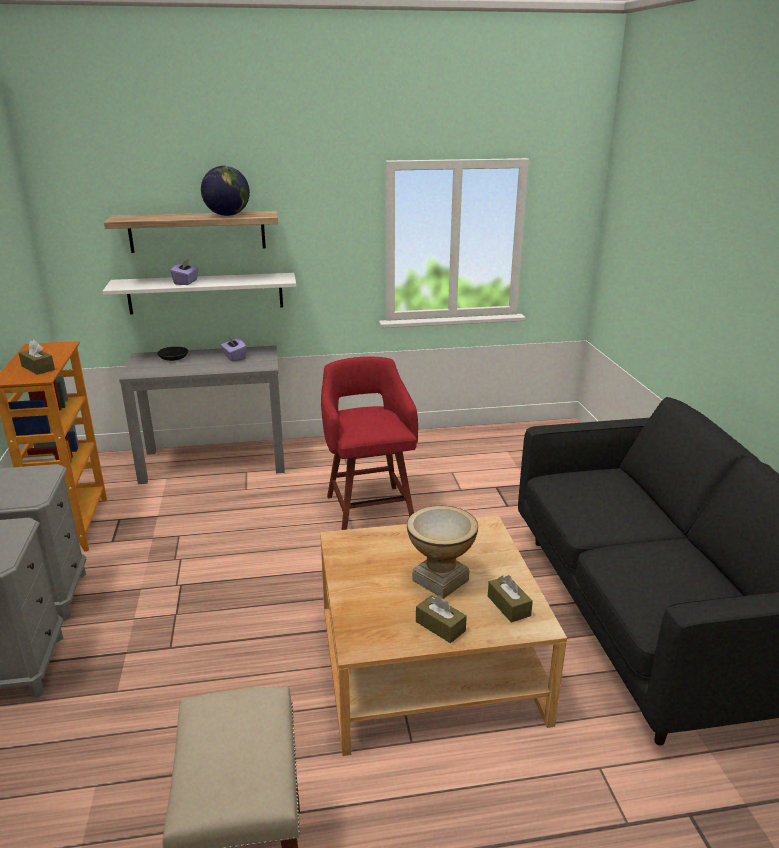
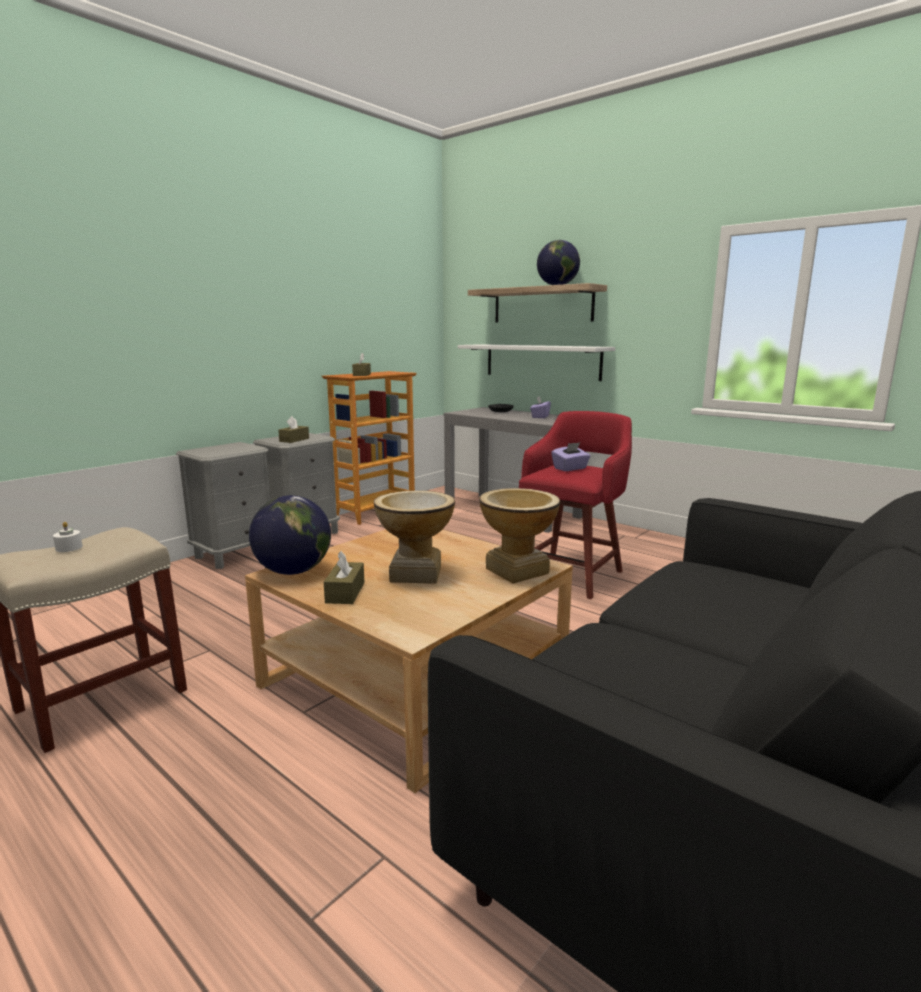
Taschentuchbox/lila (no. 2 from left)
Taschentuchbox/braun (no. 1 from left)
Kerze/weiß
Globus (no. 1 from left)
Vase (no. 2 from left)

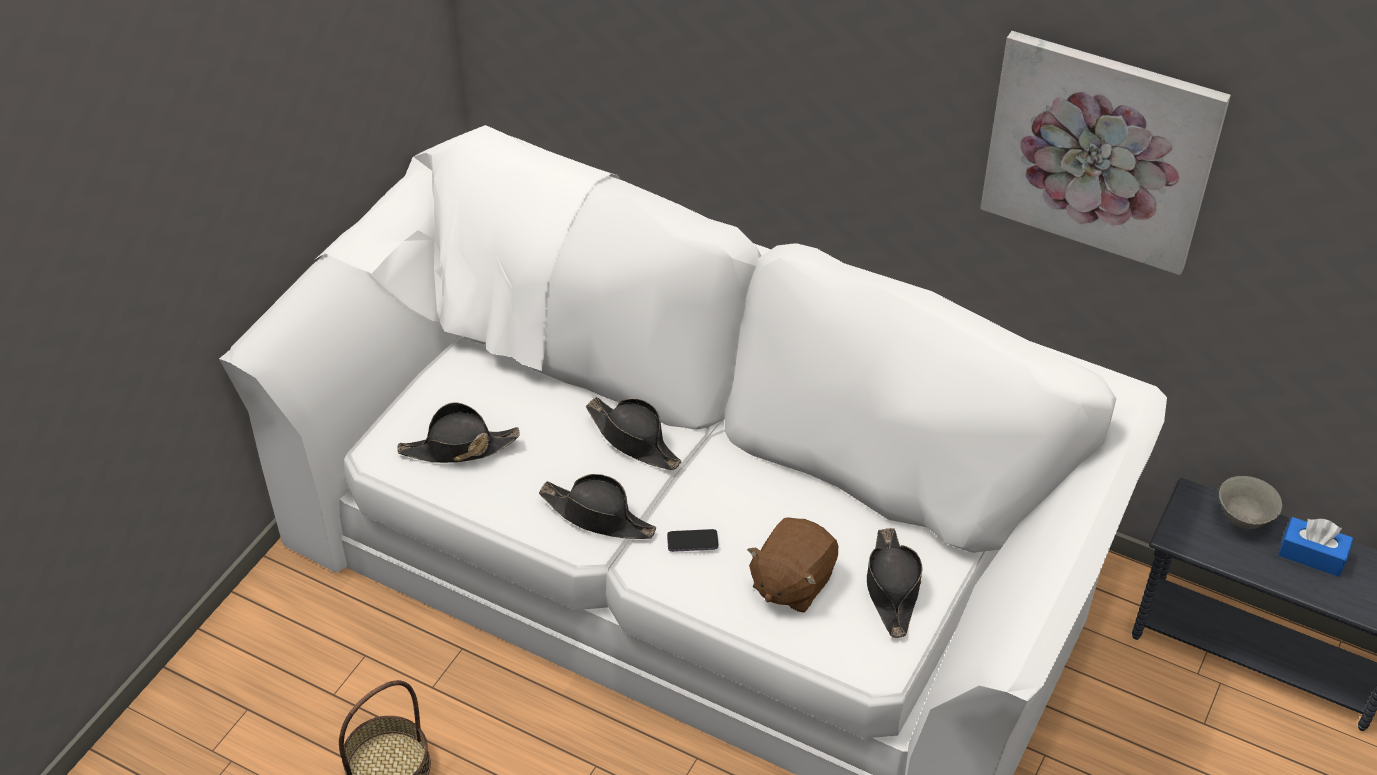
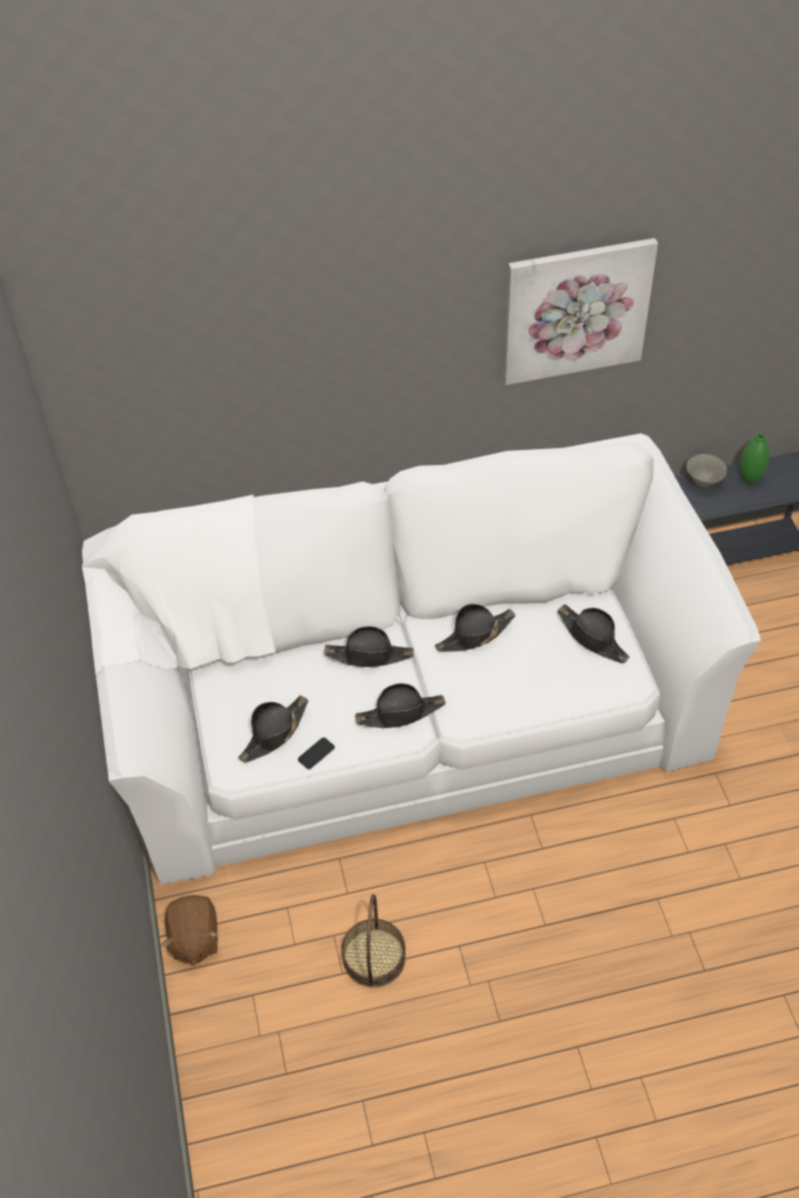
Handy
Plüschtier/braun
Vase/grün
Hut/schwarz (no. 4 from left)

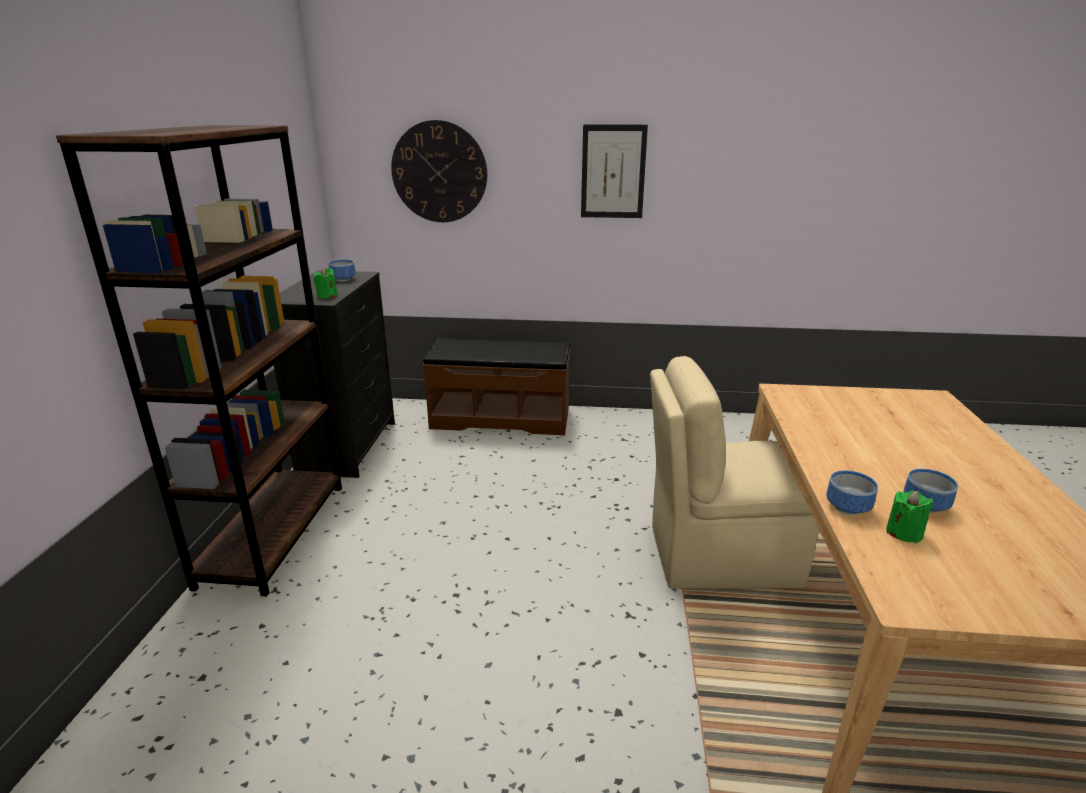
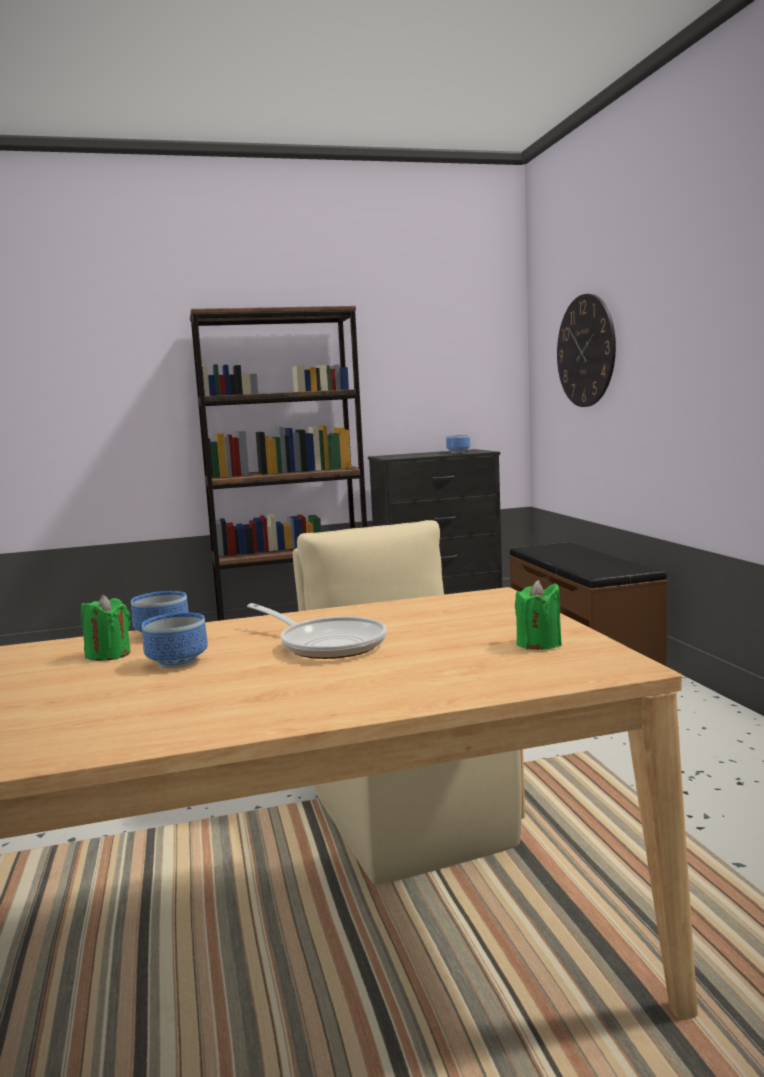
Kerze/grün (no. 2 from left)
Bild
Pfanne

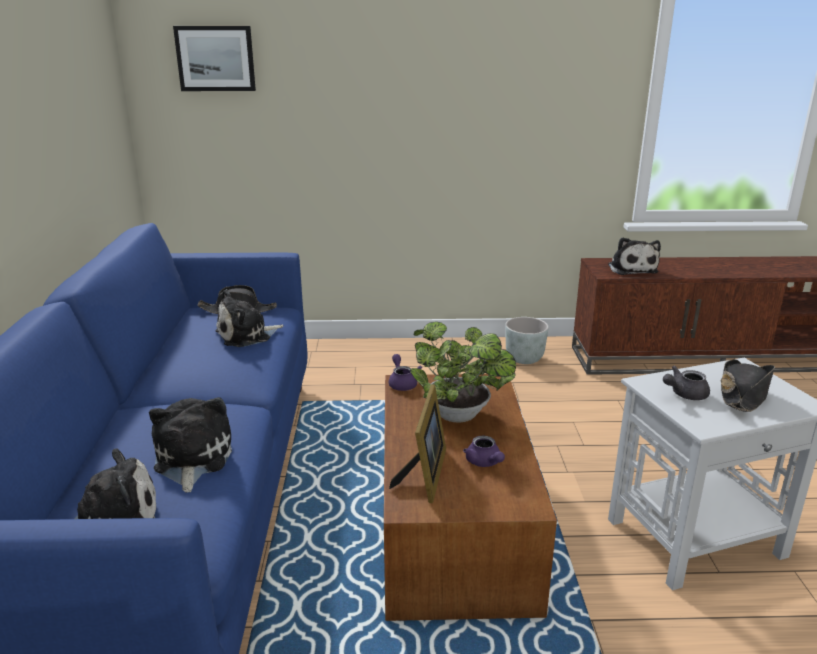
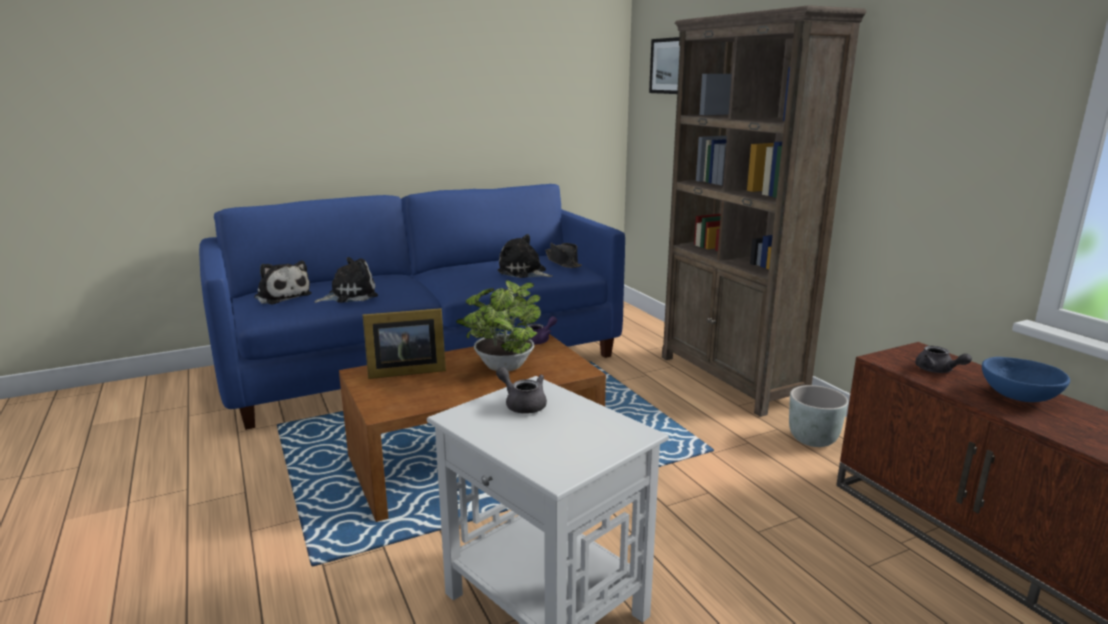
Teekanne/lila (no. 2 from left in the first image)
Teekanne/grau (no. 2 from left)
Hut/schwarz (no. 2 from left in the first image)
Bücherregal/braun
Schüssel/blau

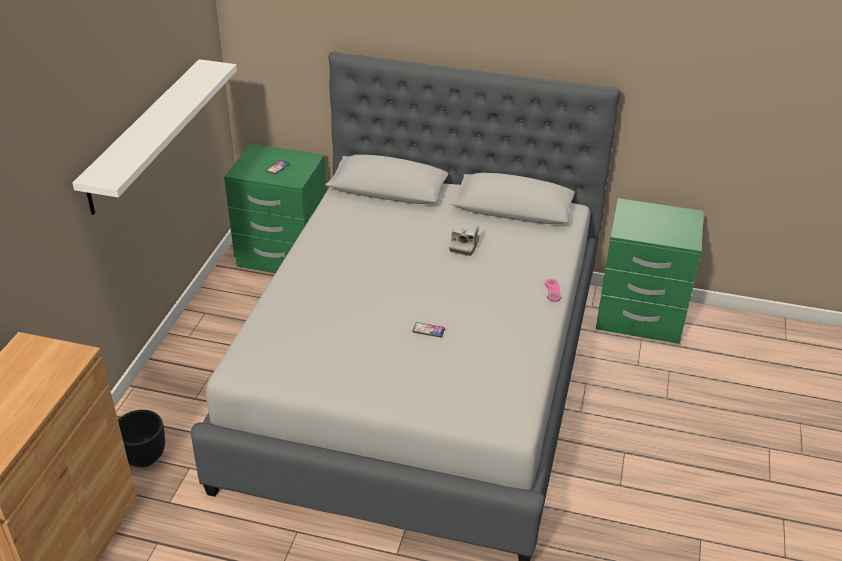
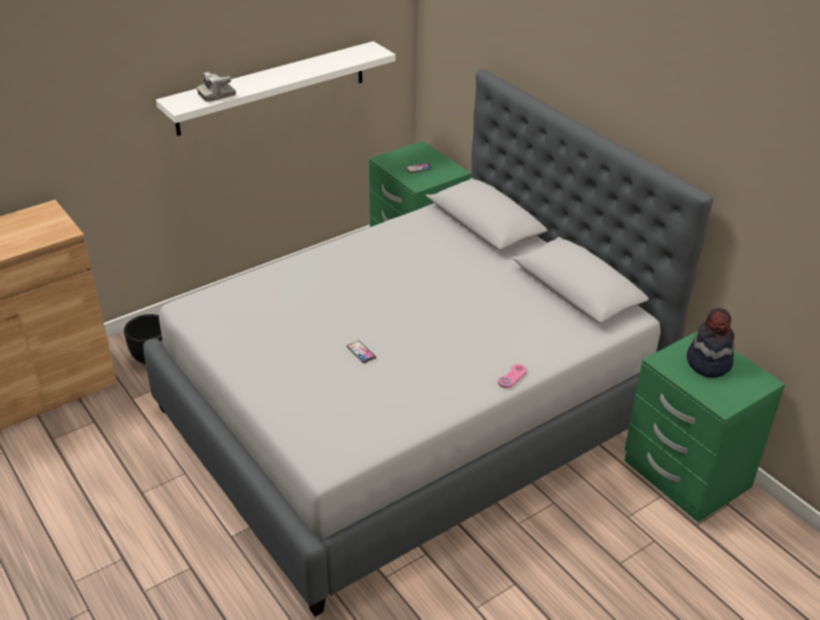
Kamera
Hut

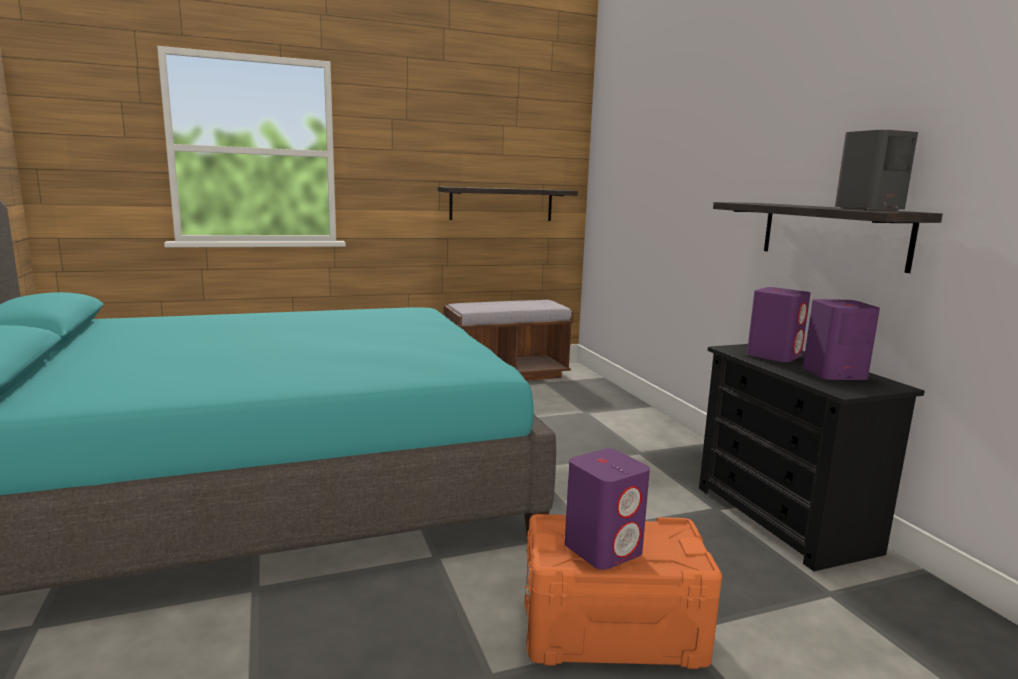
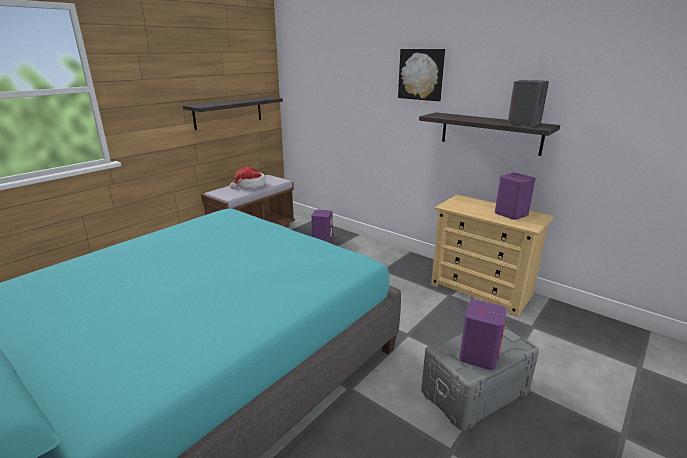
Aufbewahrungsbox/grau
Kommode/beige
Lautsprecher/lila (no. 1 from left)
Hut
Bild

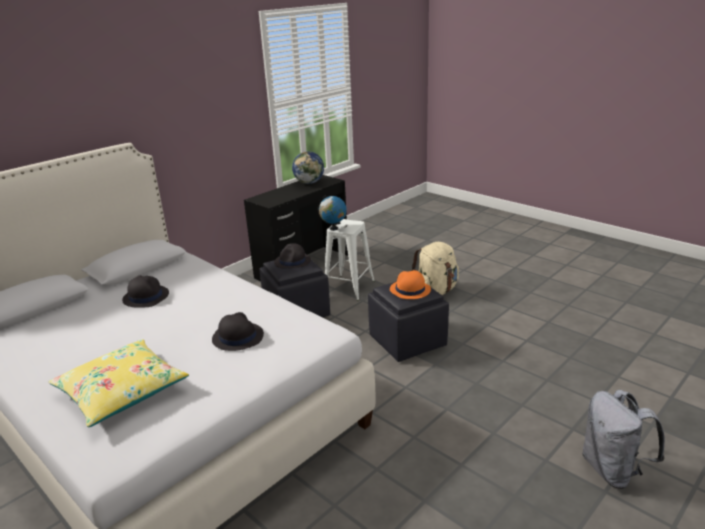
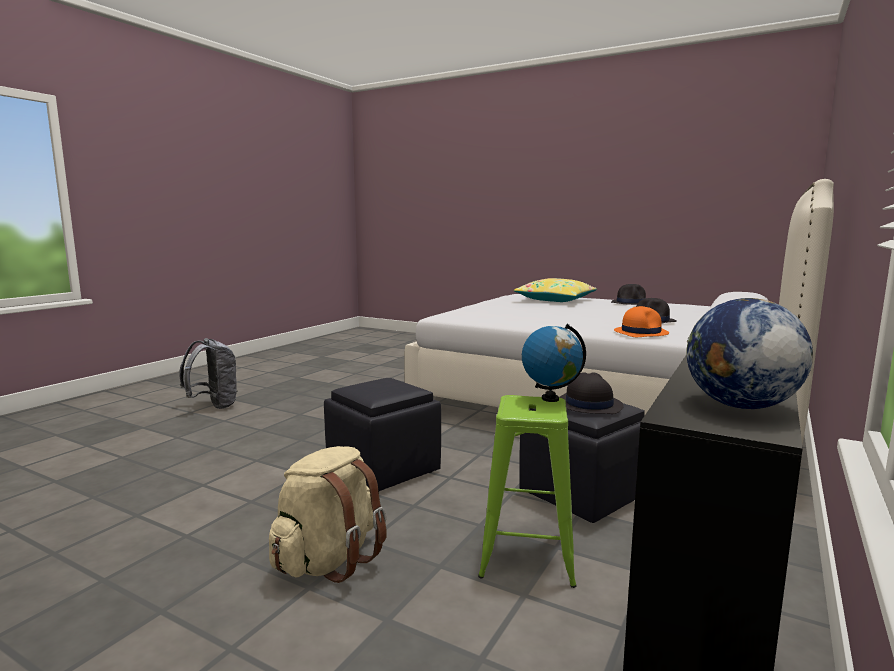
Hut/schwarz (no. 2 from left)
Hocker/grün
Hut/orange

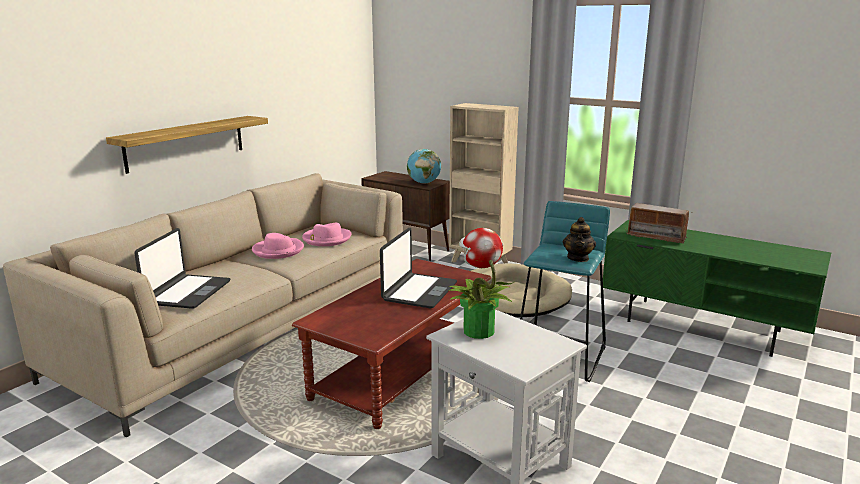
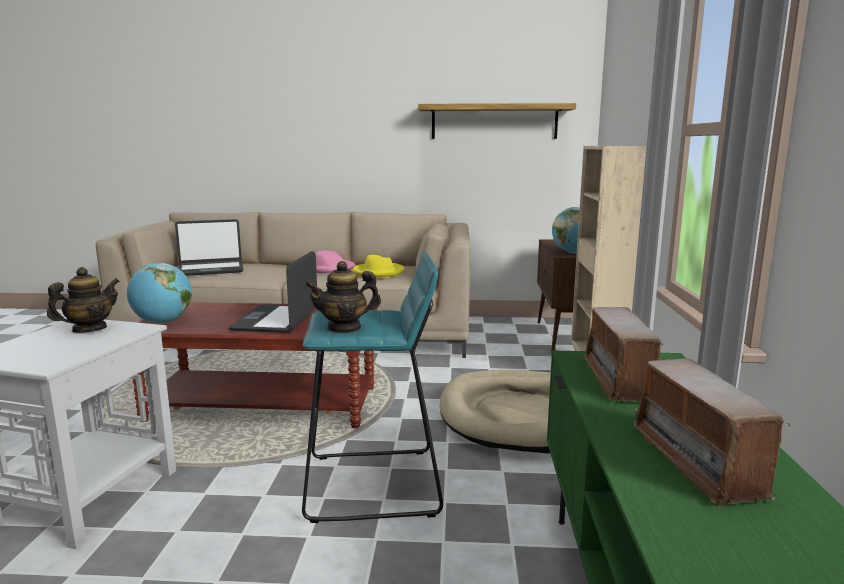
Wandregal
Hut/gelb
Laptop (no. 2 from left)
Teekanne (no. 1 from left)
Globus (no. 1 from left)
Radio (no. 2 from left)

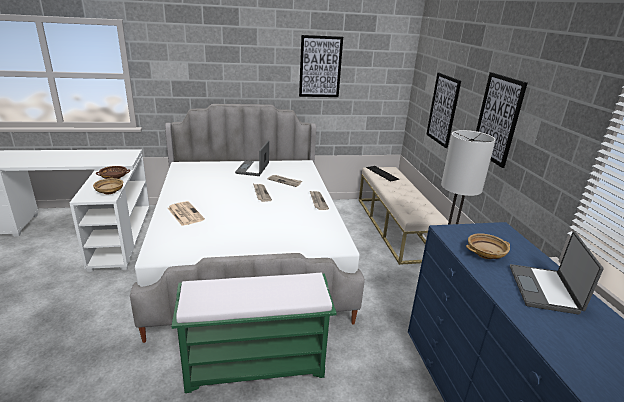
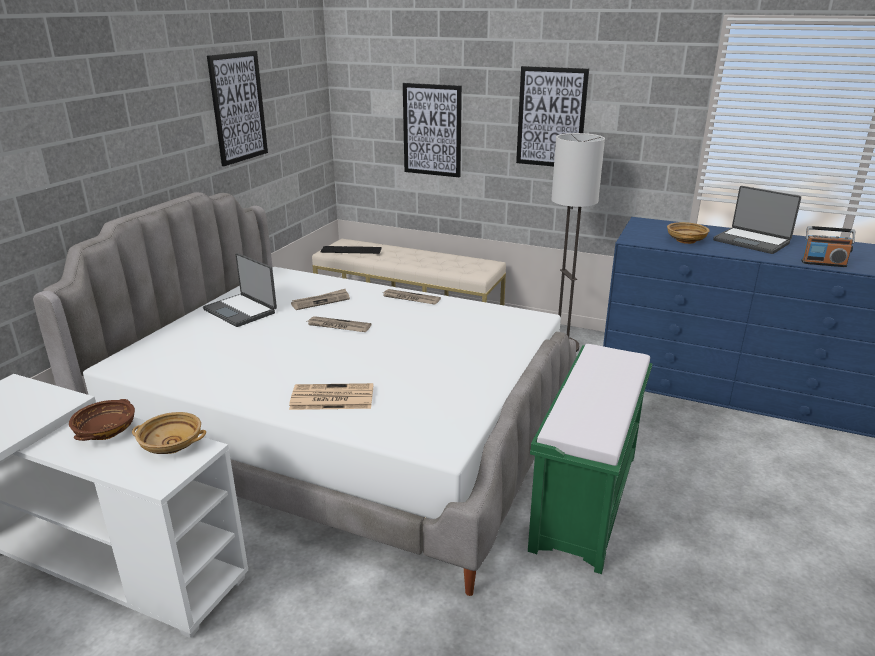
Radio

